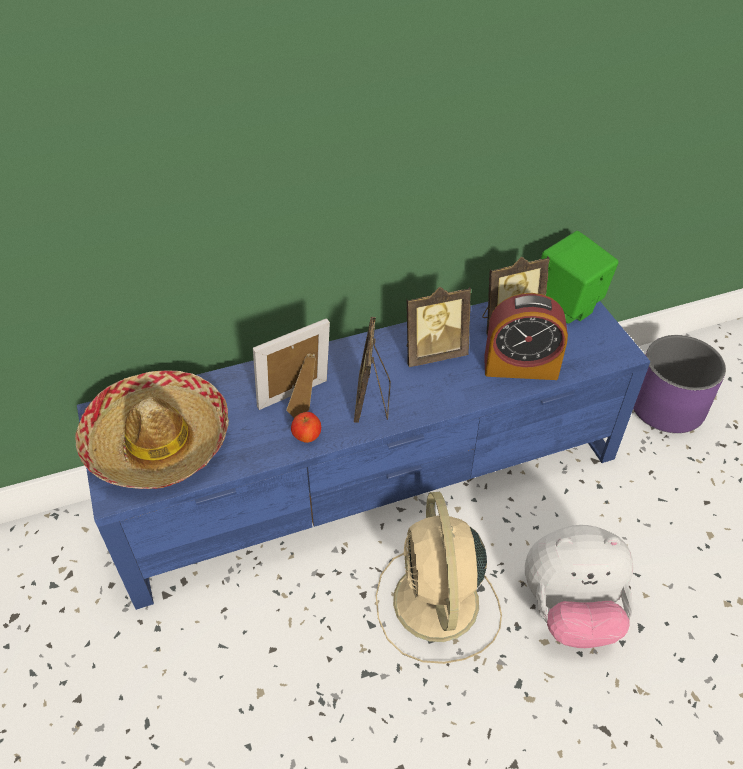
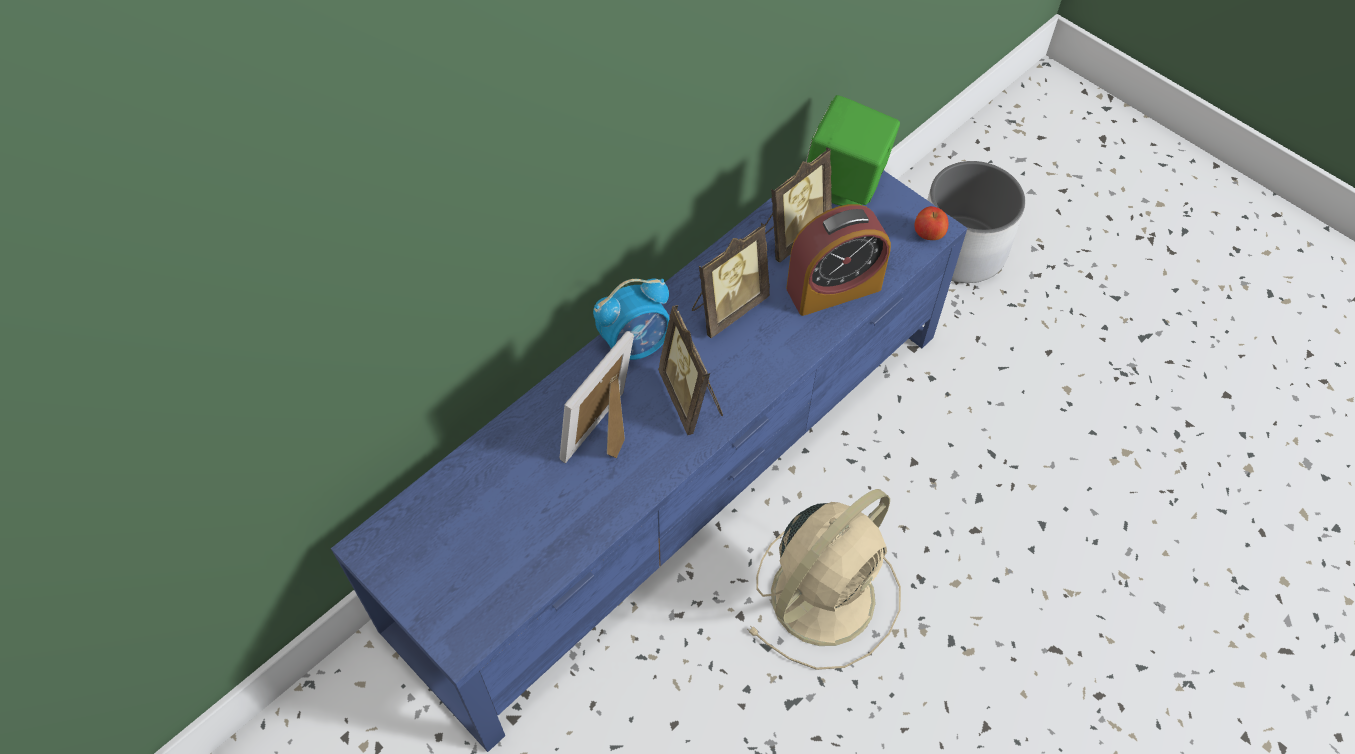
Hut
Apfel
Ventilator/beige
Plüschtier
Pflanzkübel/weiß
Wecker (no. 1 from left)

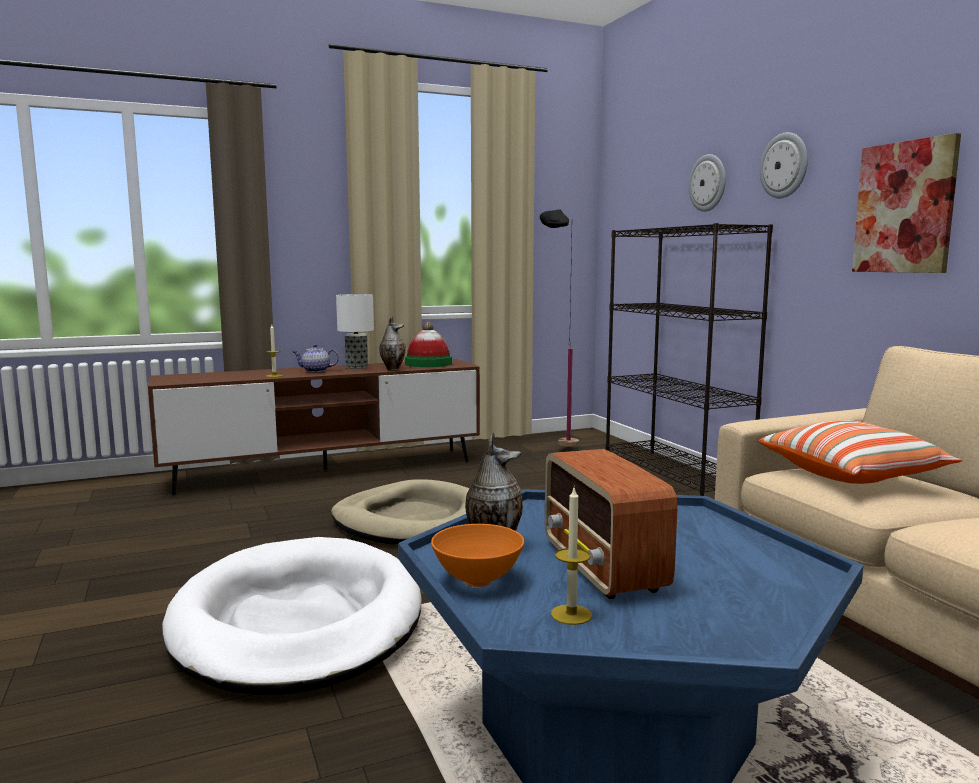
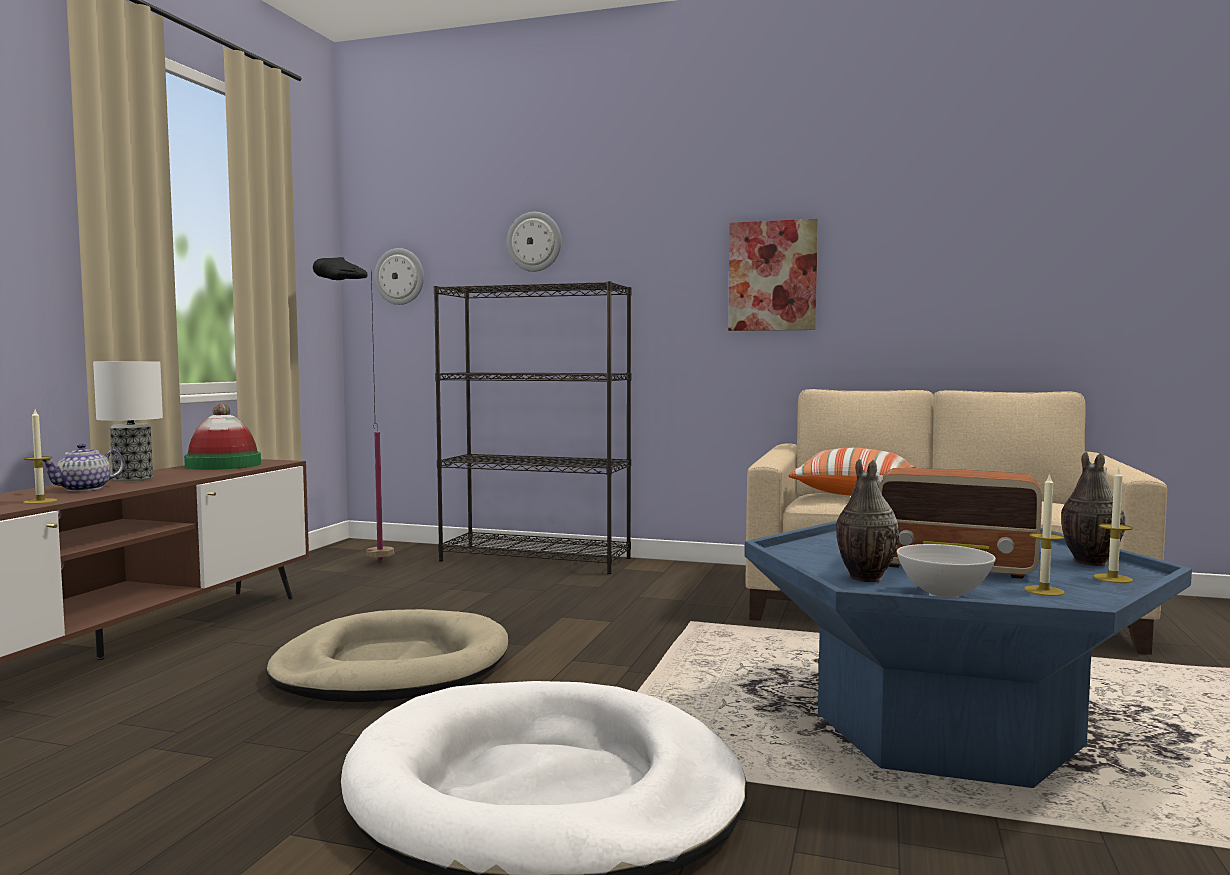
Vase (no. 2 from left)
Schüssel/weiß
Wanduhr (no. 1 from left)
Kerze (no. 3 from left)

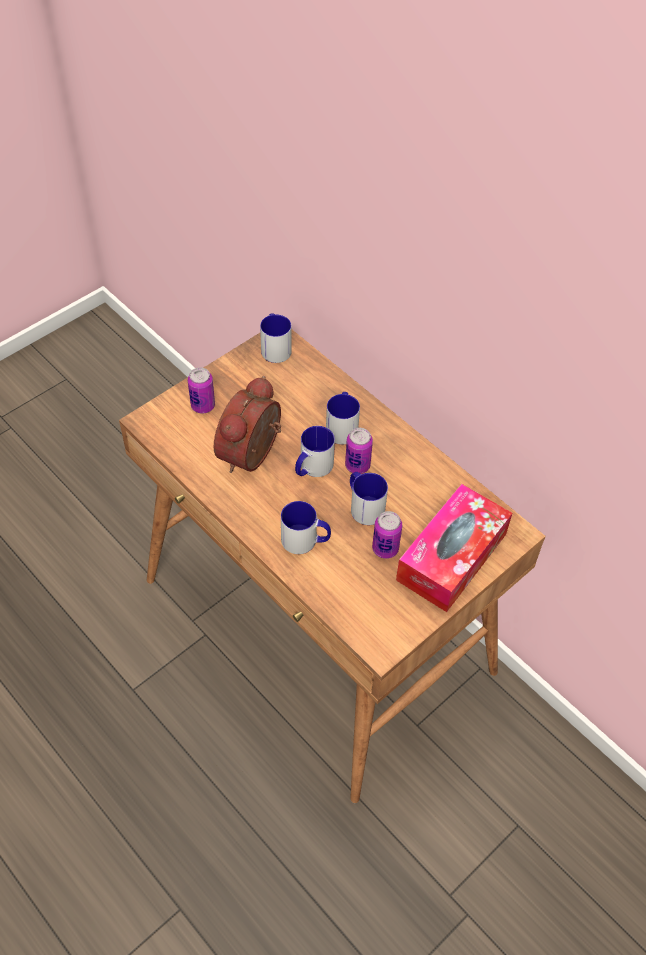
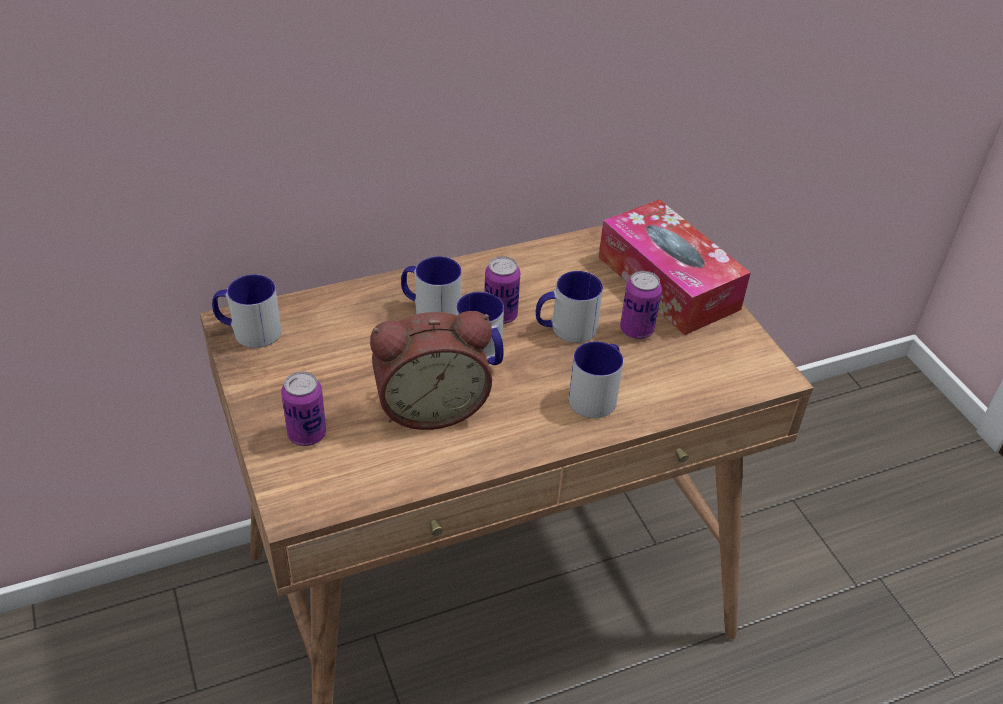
Wecker

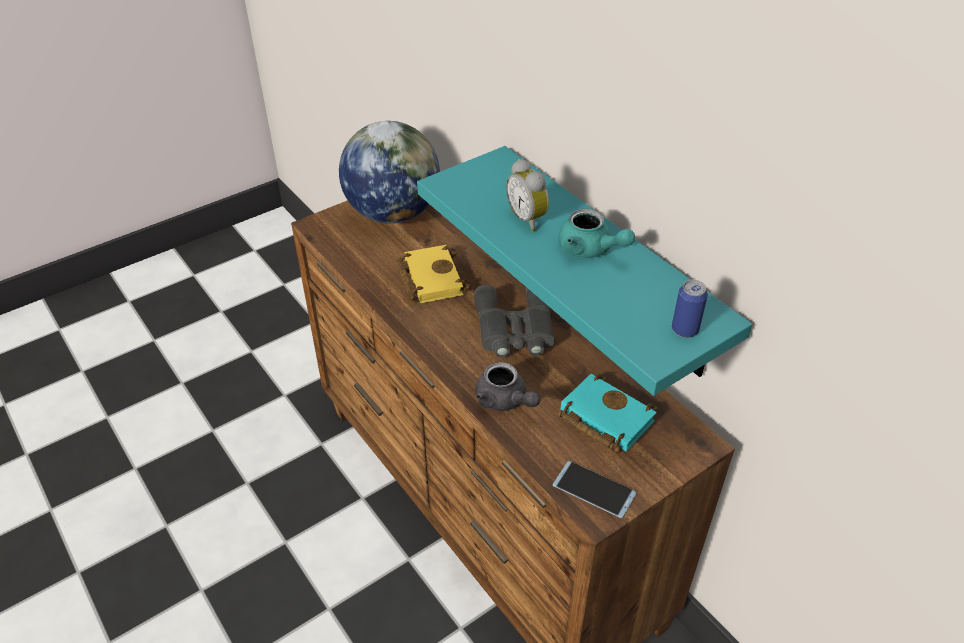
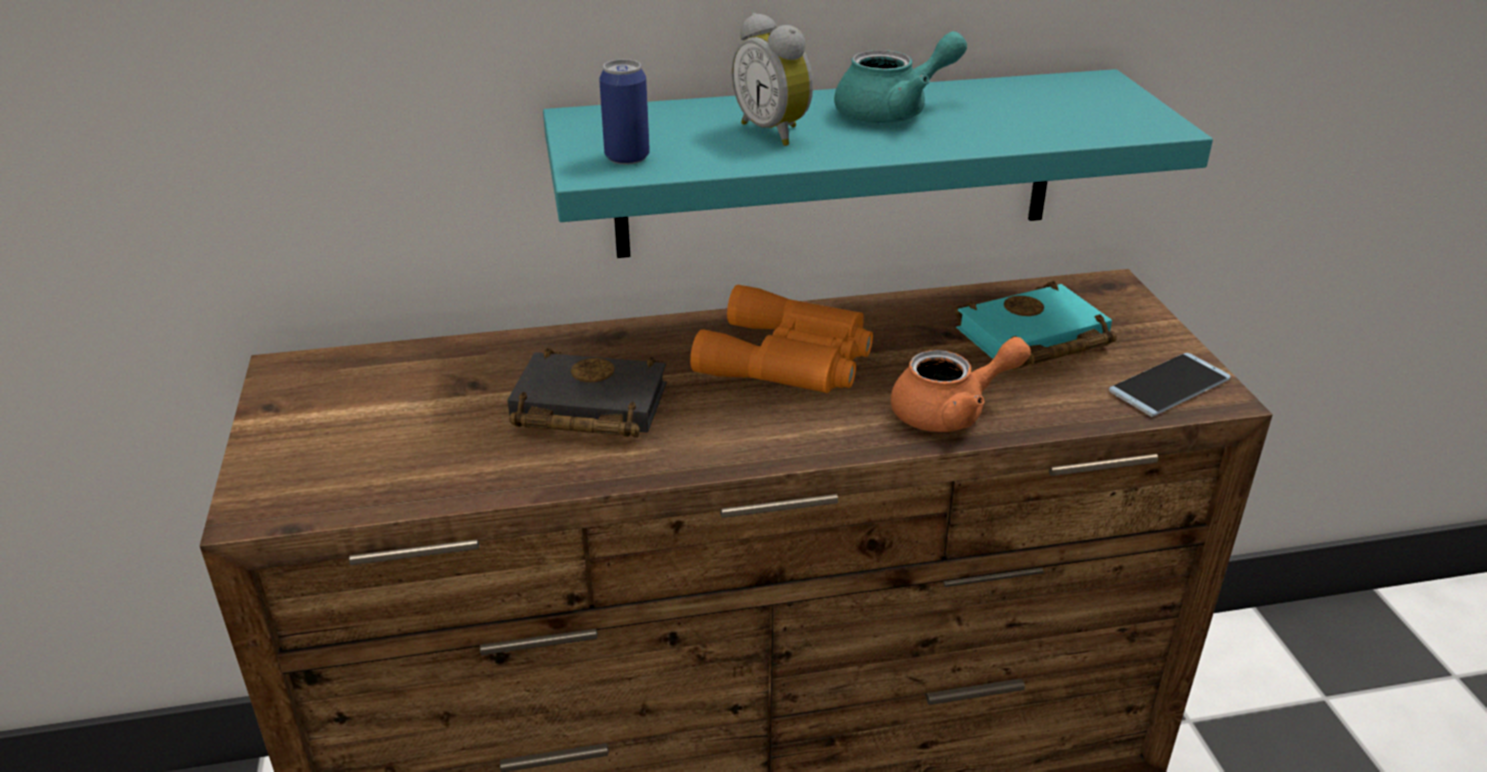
Globus
Buch/schwarz
Fernglas/orange
Teekanne/orange
Wecker
Dose

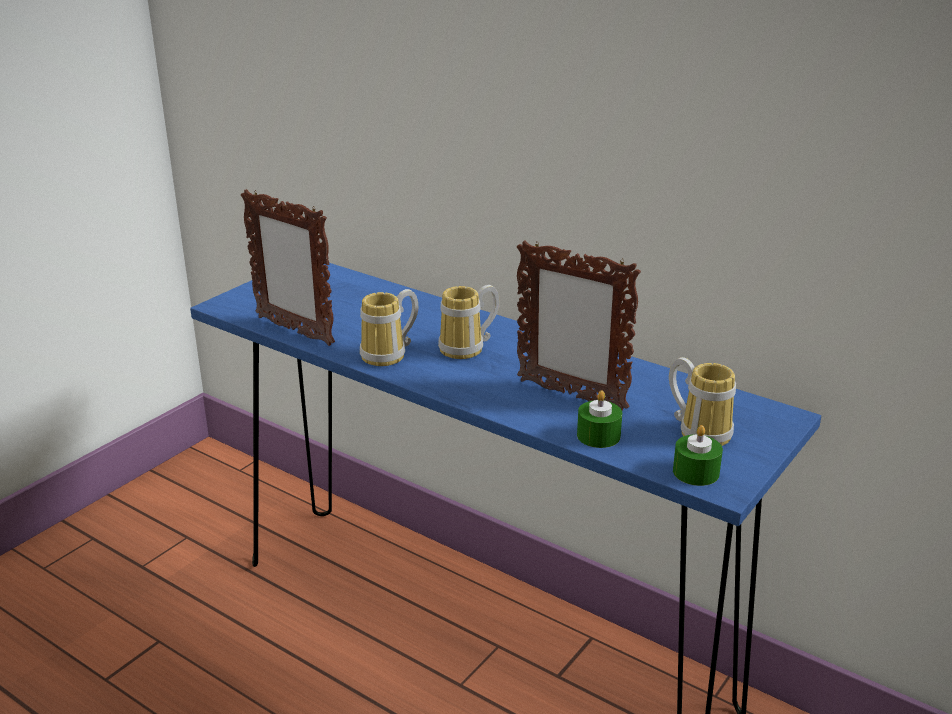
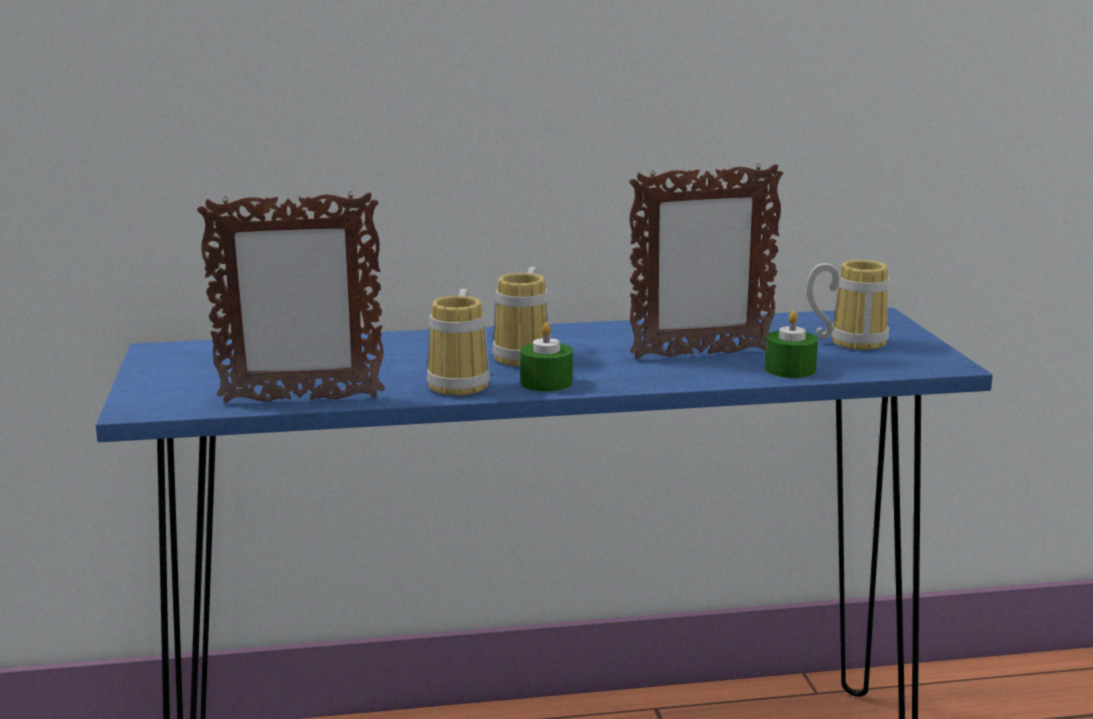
Kerze/grün (no. 1 from left)

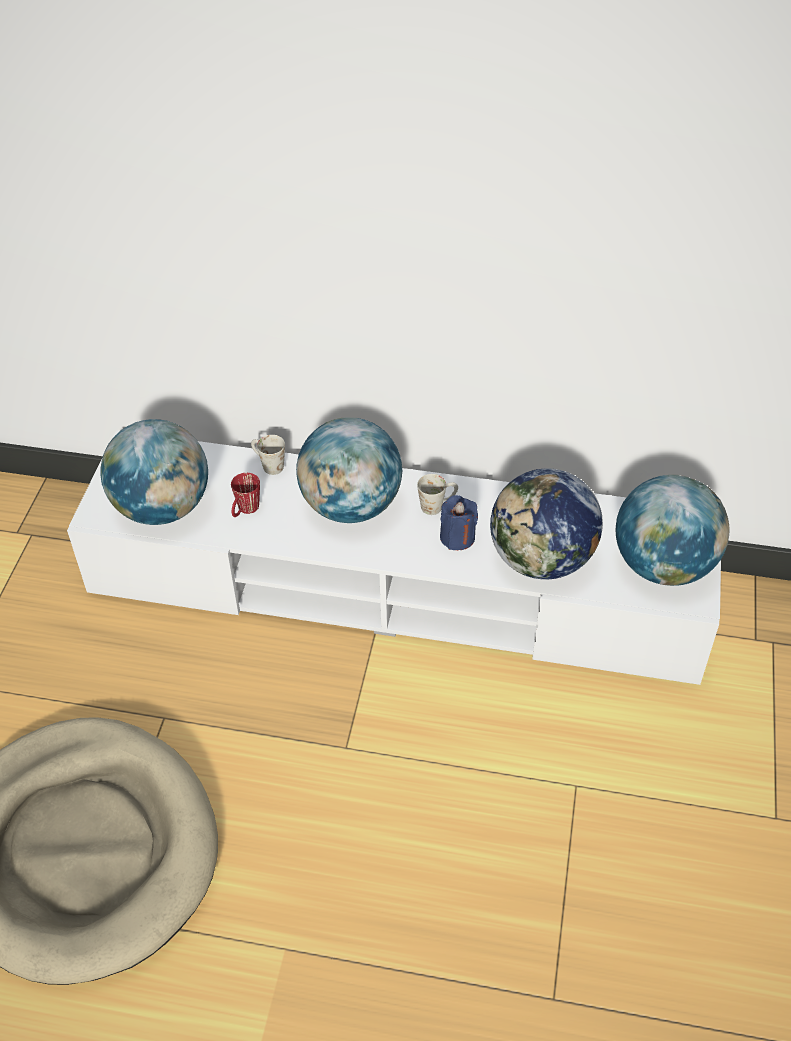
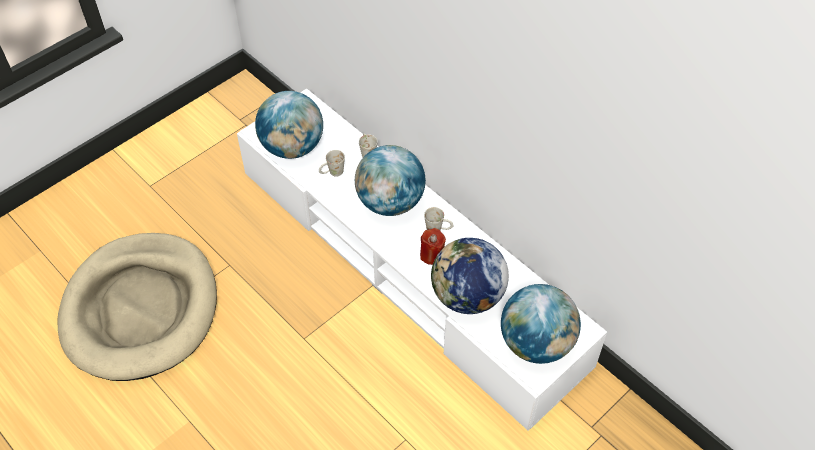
Henkelbecher/weiß (no. 1 from left)
Kerze/rot

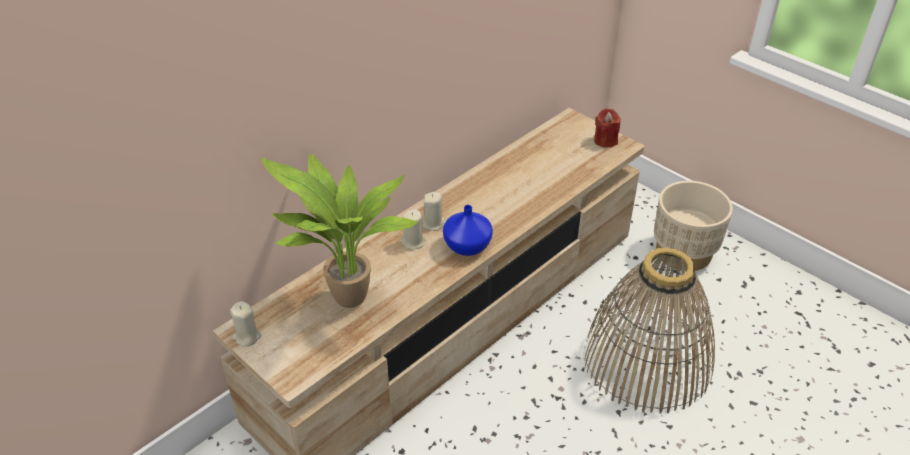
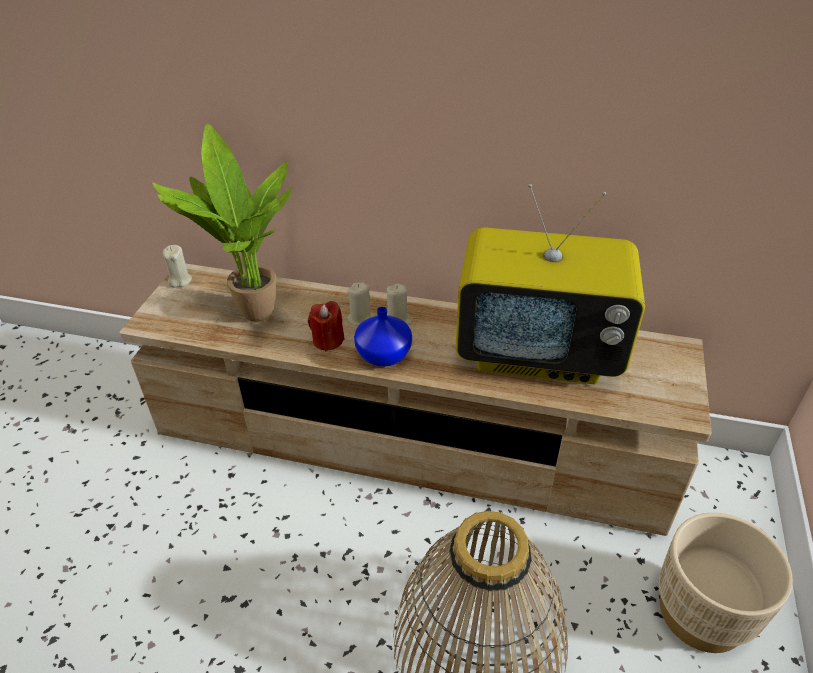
Kerze/rot
Fernseher

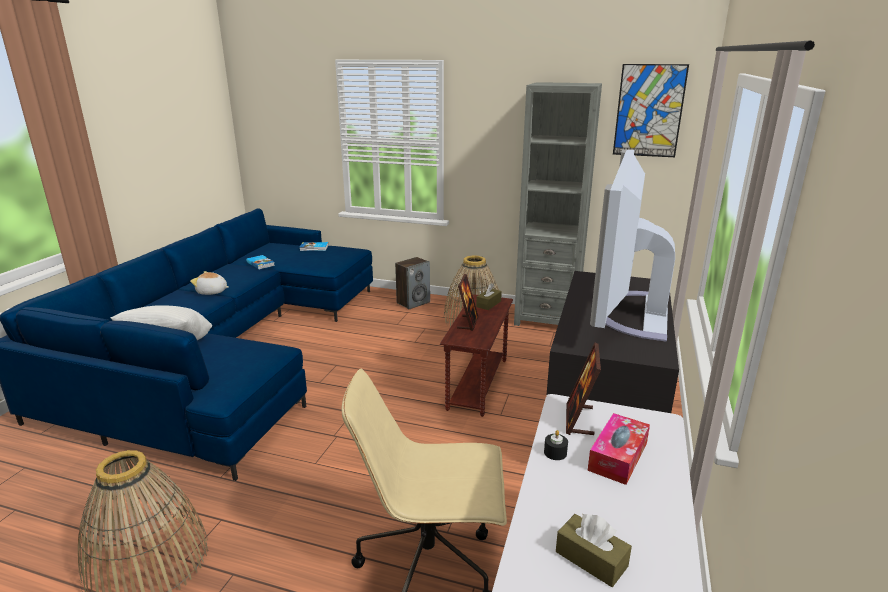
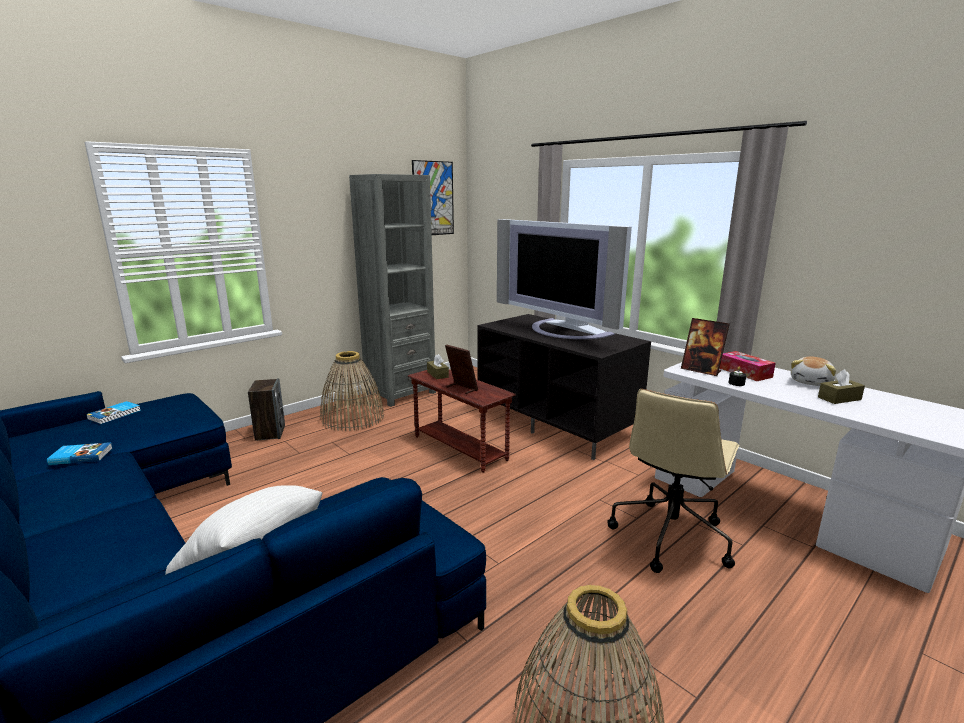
Plüschtier

